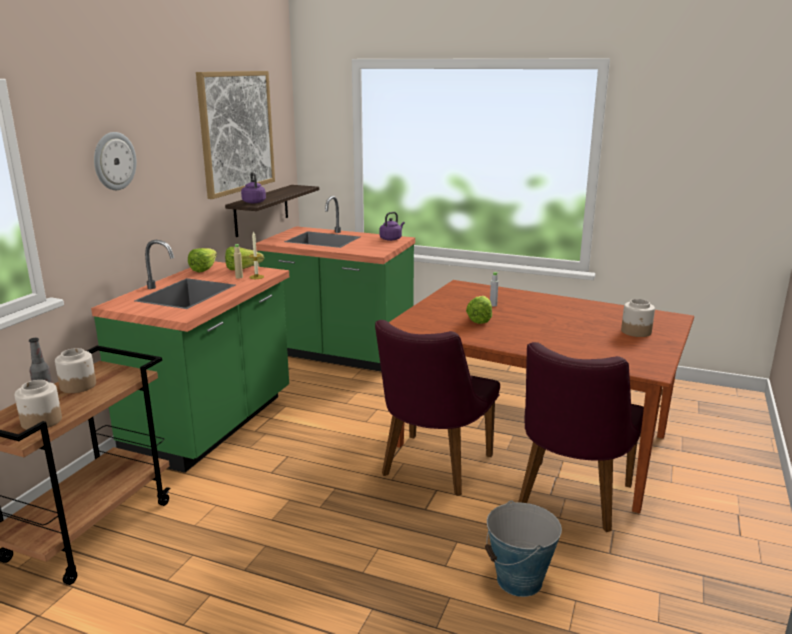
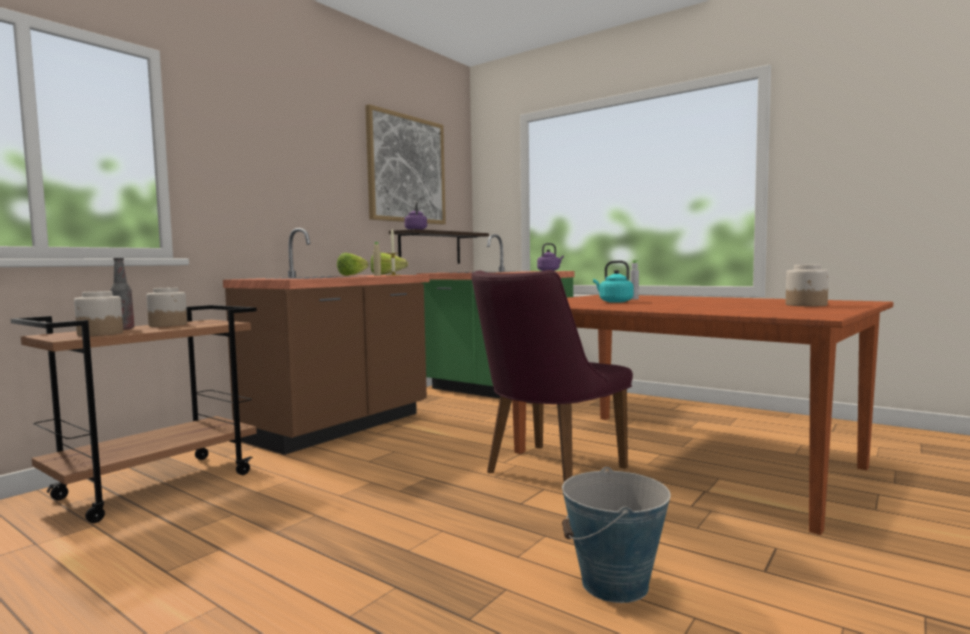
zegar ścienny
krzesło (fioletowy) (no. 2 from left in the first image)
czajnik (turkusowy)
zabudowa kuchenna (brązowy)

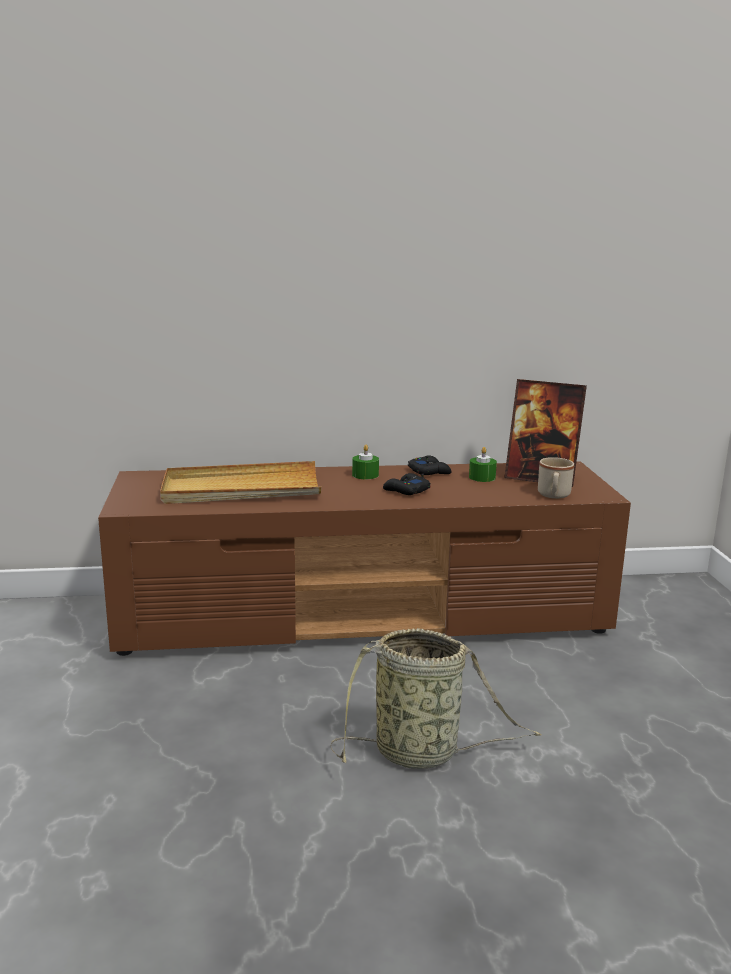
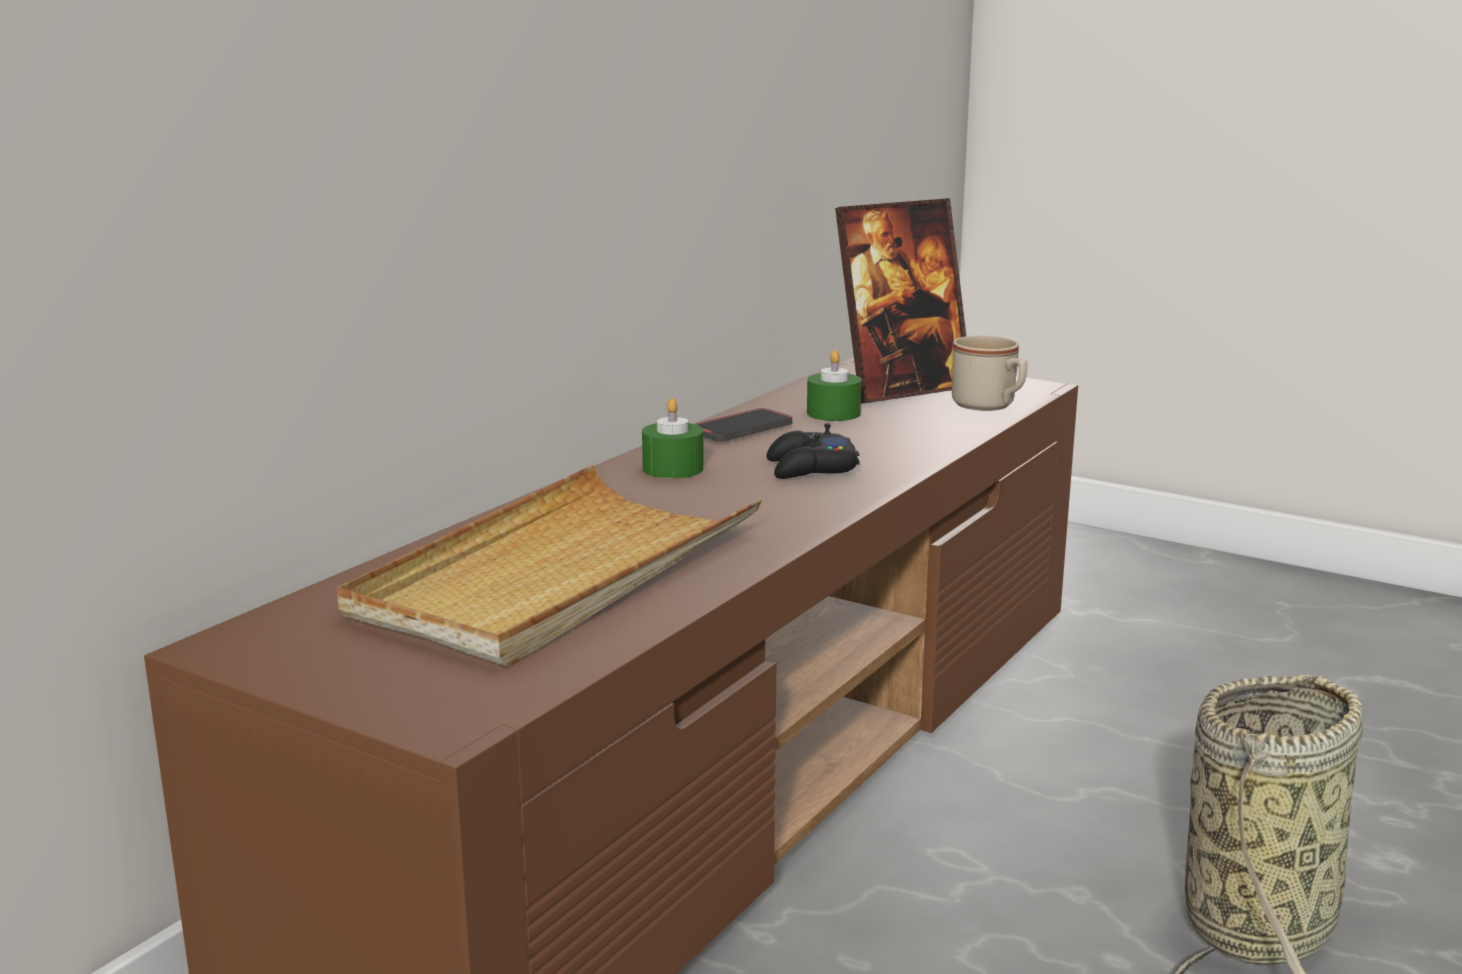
telefon

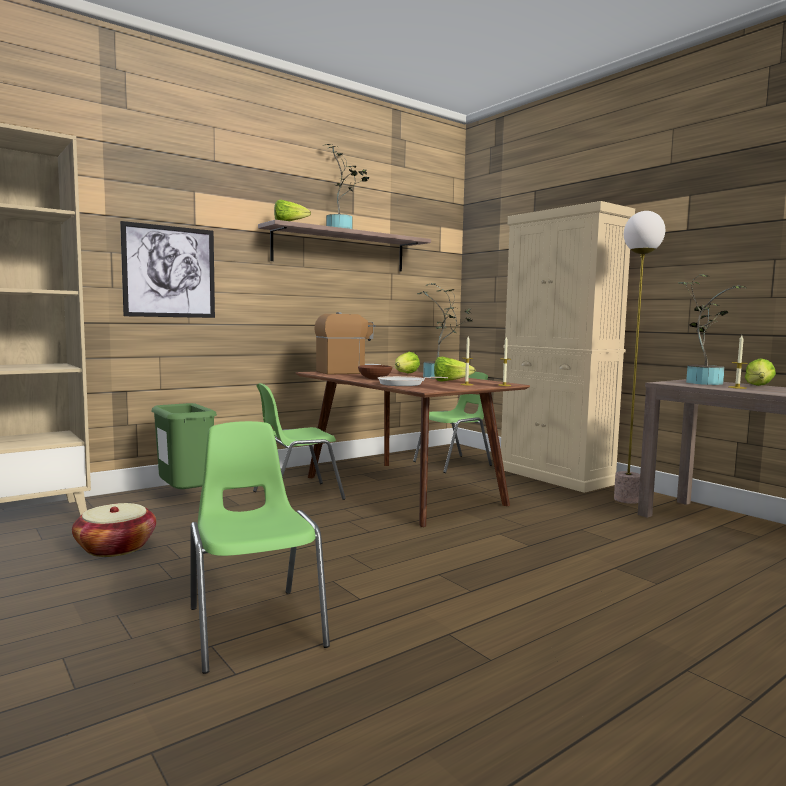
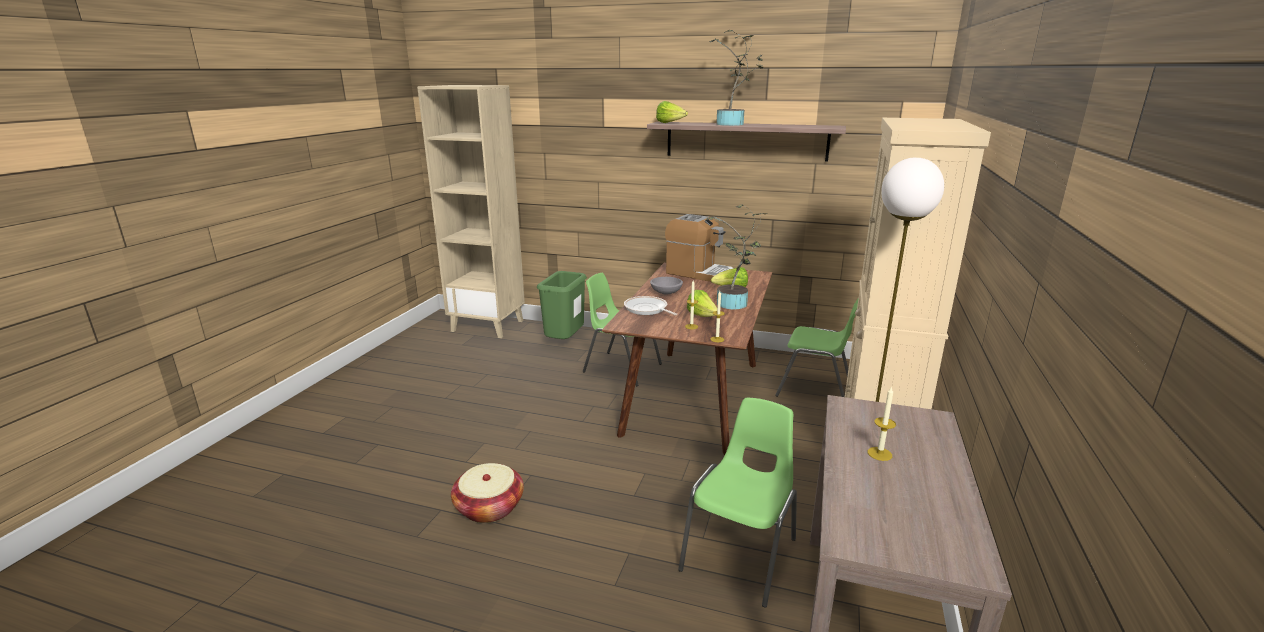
obraz
roślina doniczkowa (no. 3 from left in the first image)
sałata (no. 4 from left in the first image)
koszyk
krzesło (zielony) (no. 2 from left)
miska (szary)

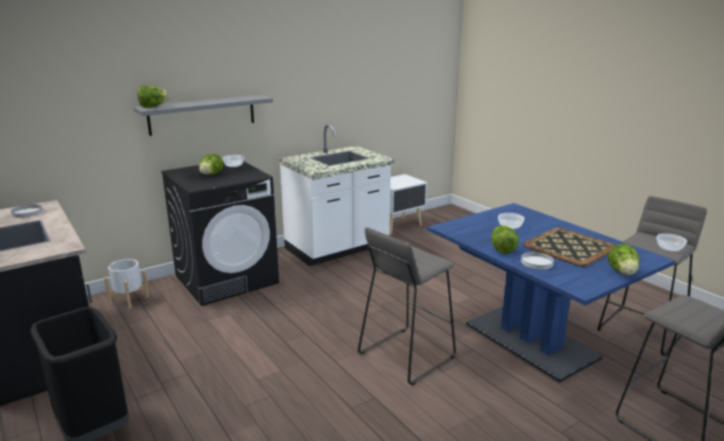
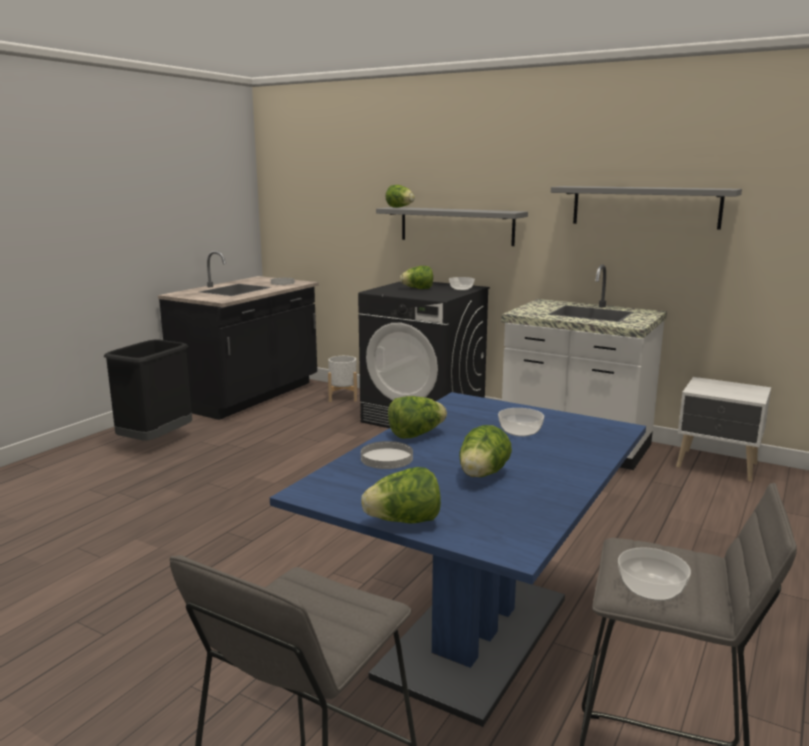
stołek (szary) (no. 1 from left in the first image)
półka (szary) (no. 2 from left)
sałata (no. 5 from left)

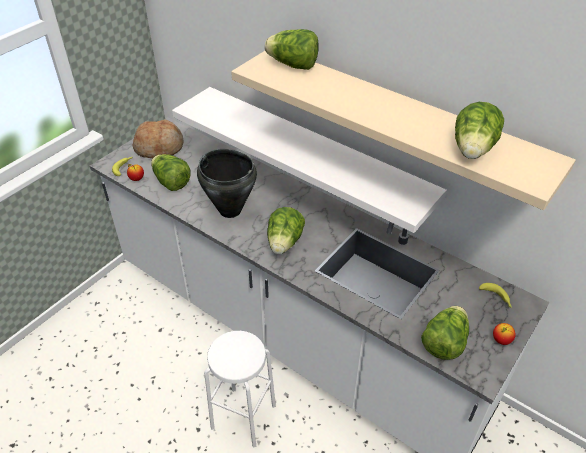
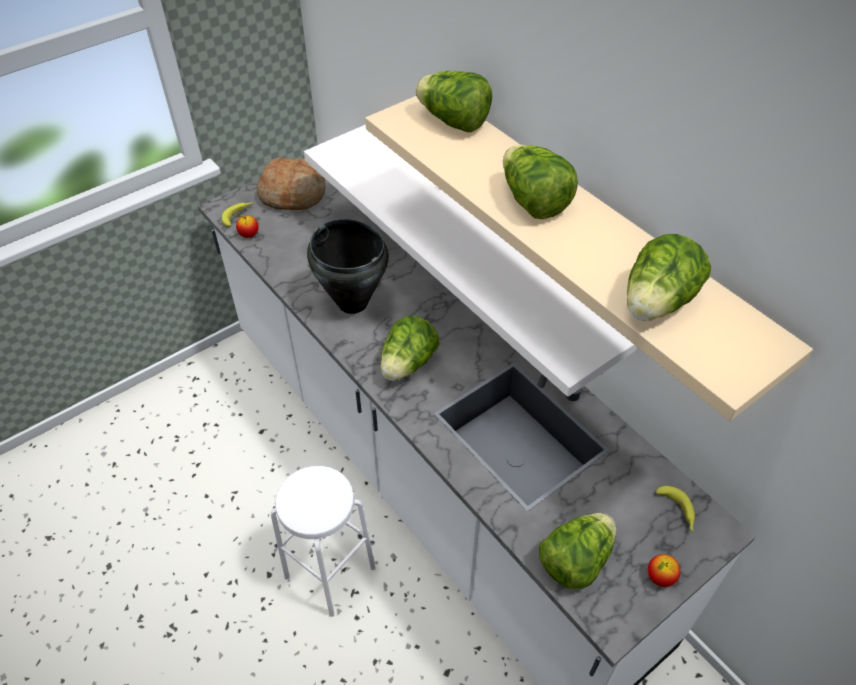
sałata (no. 3 from left)

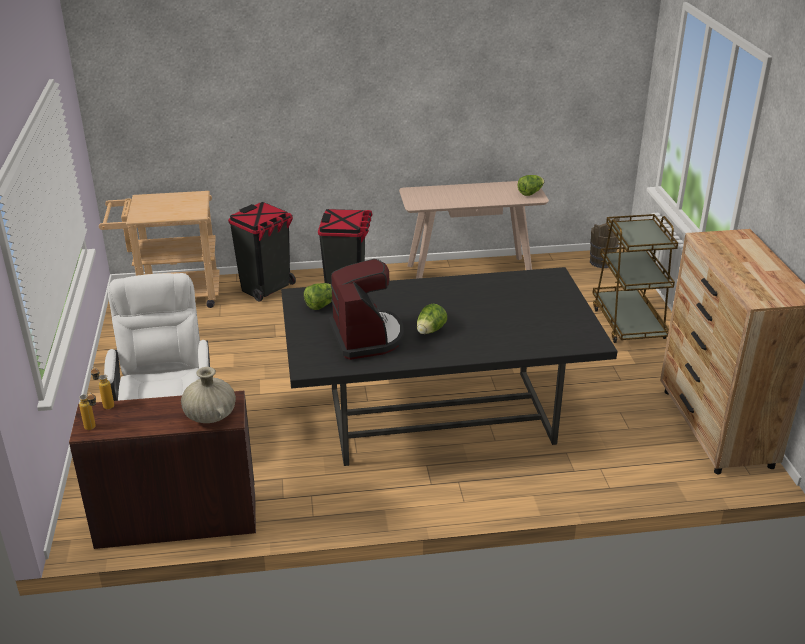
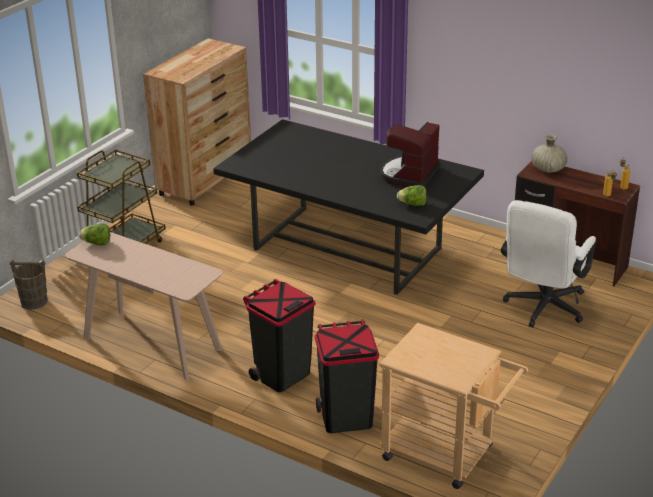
sałata (no. 2 from left in the first image)

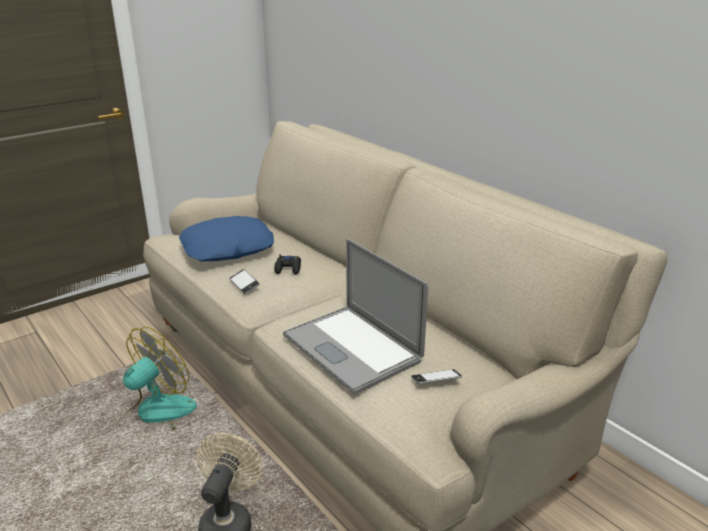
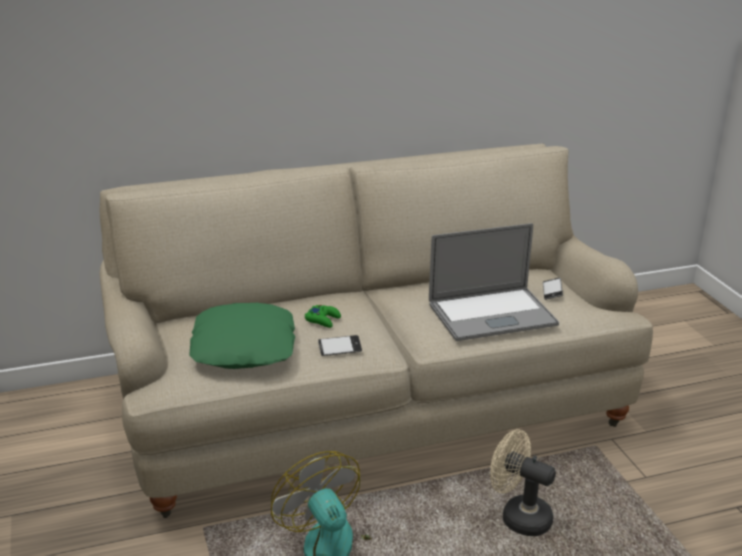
poduszka (zielony)
pad do gier (zielony)

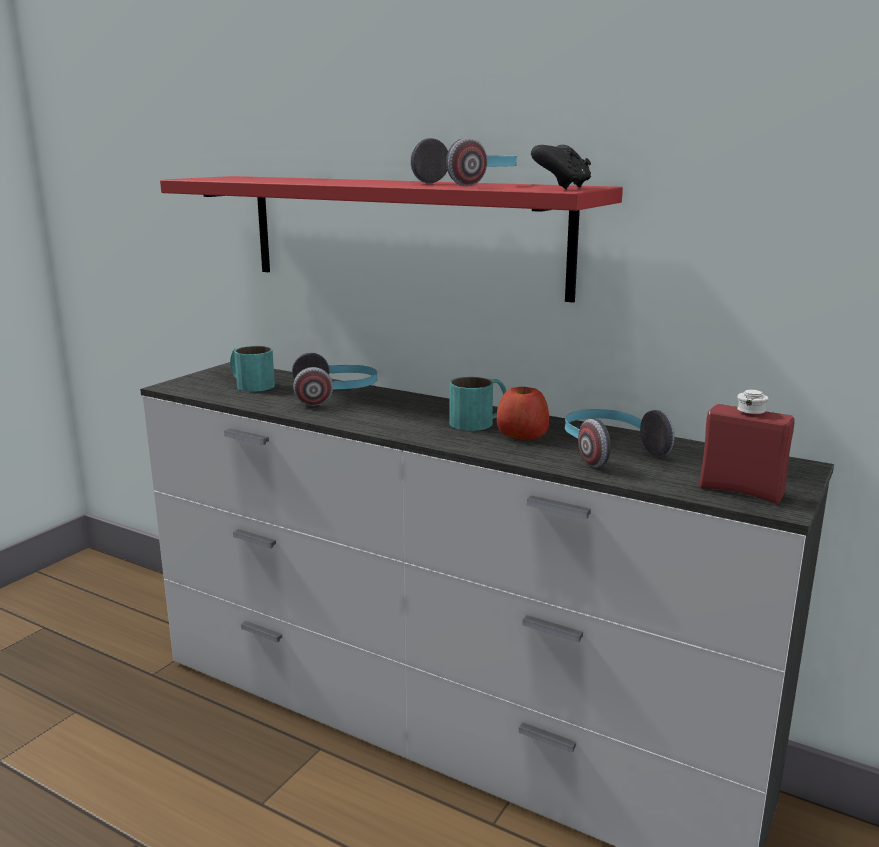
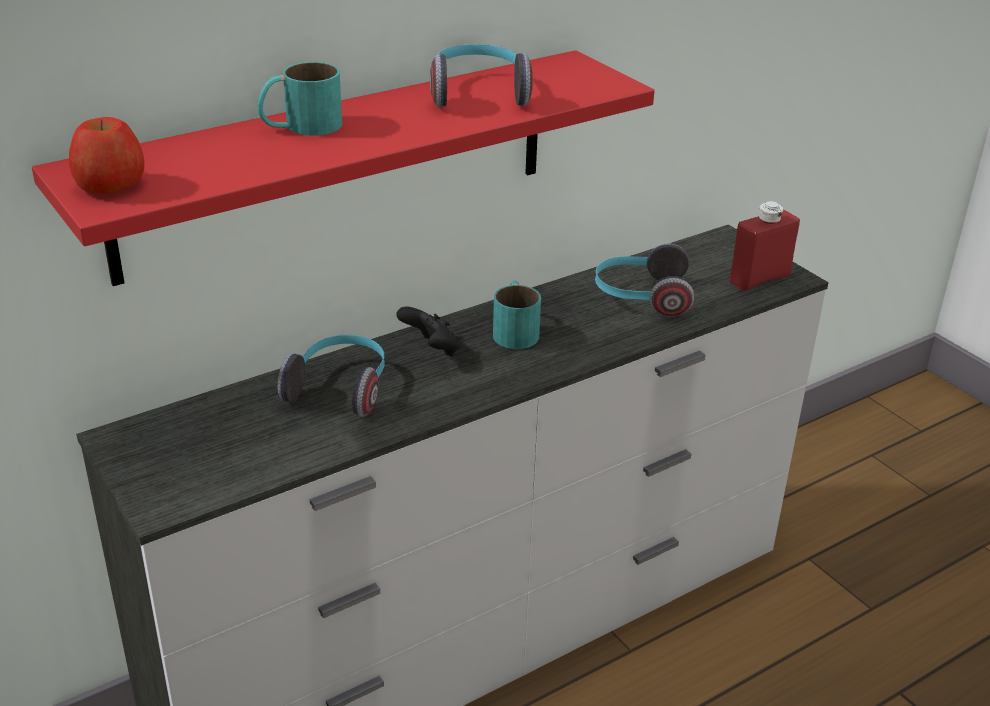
kubek (turkusowy) (no. 1 from left)
jabłko
pad do gier (czarny)

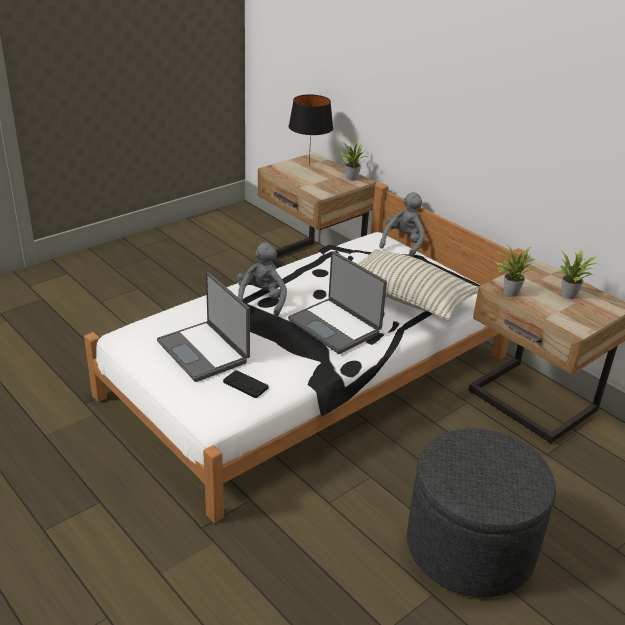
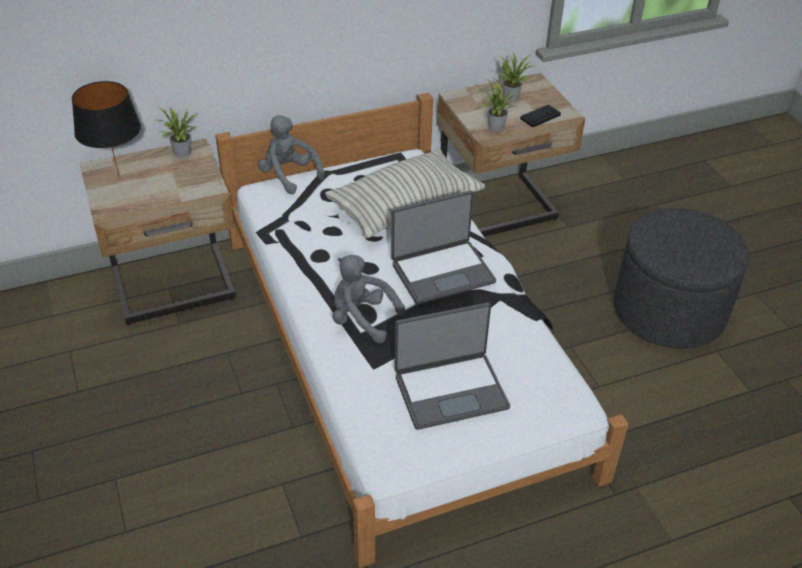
pad do gier (czarny)

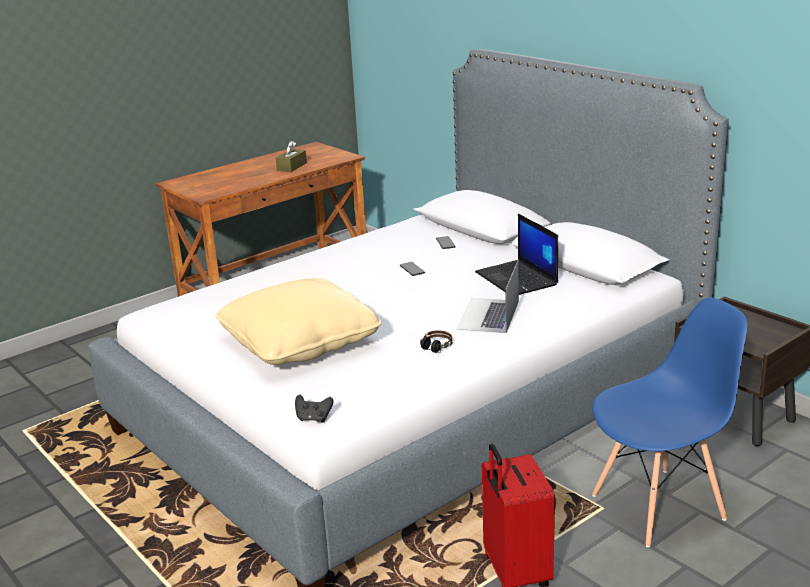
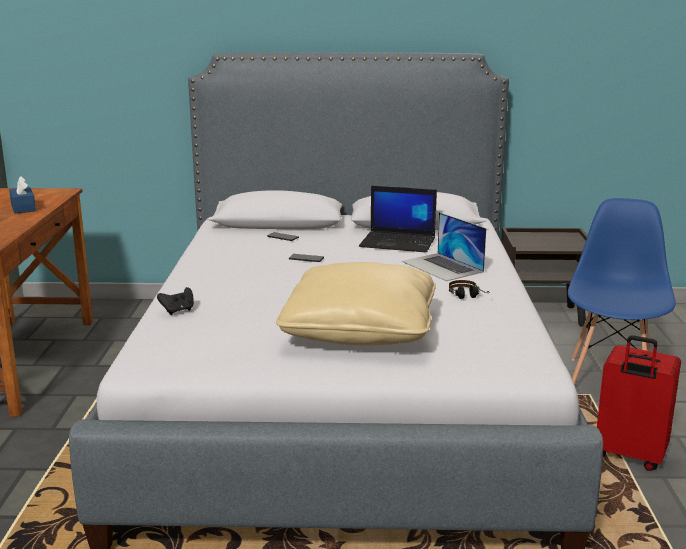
pad do gier (czarny)
pudełko chusteczek (niebieski)

